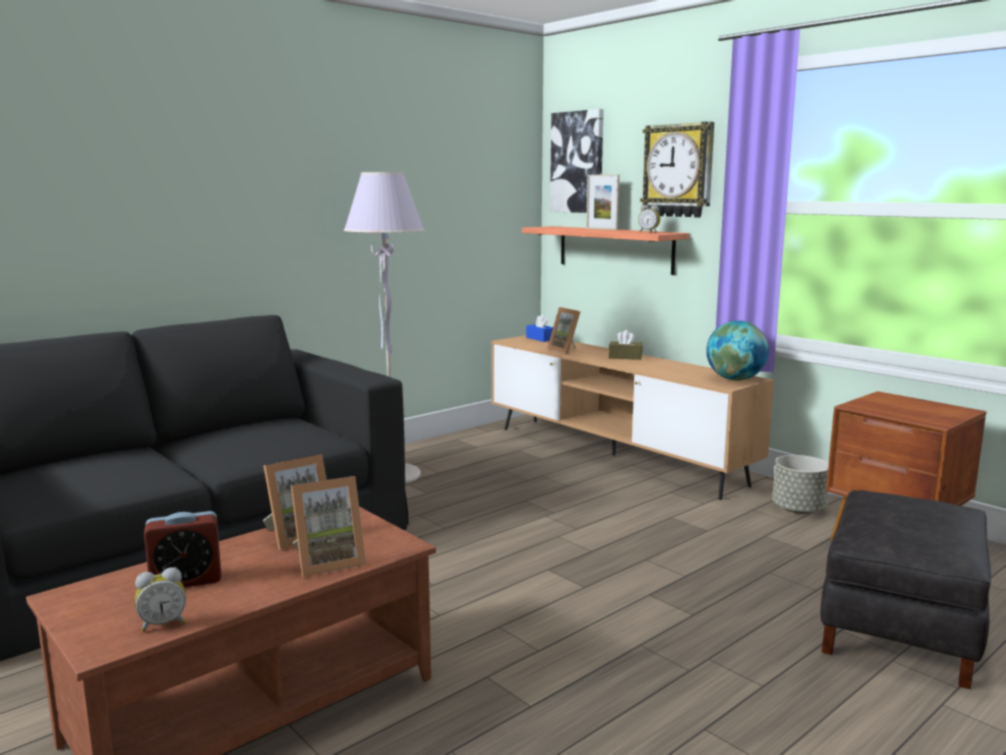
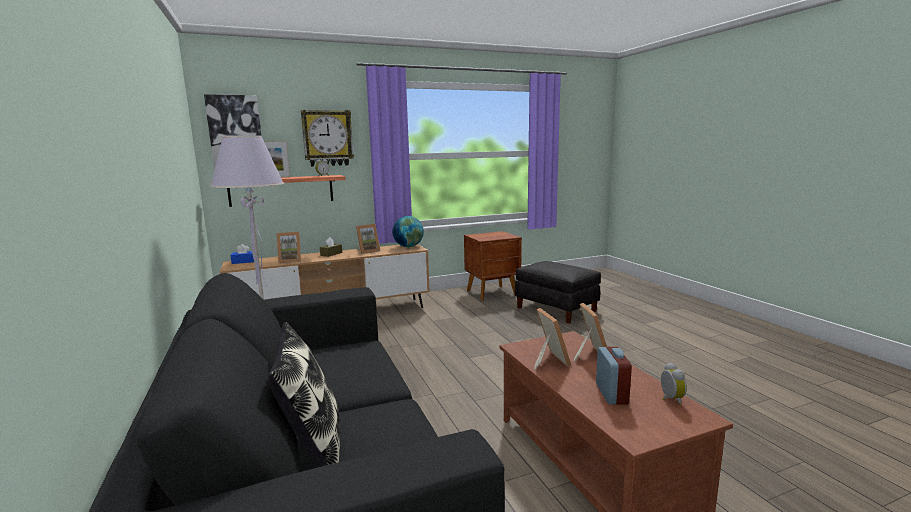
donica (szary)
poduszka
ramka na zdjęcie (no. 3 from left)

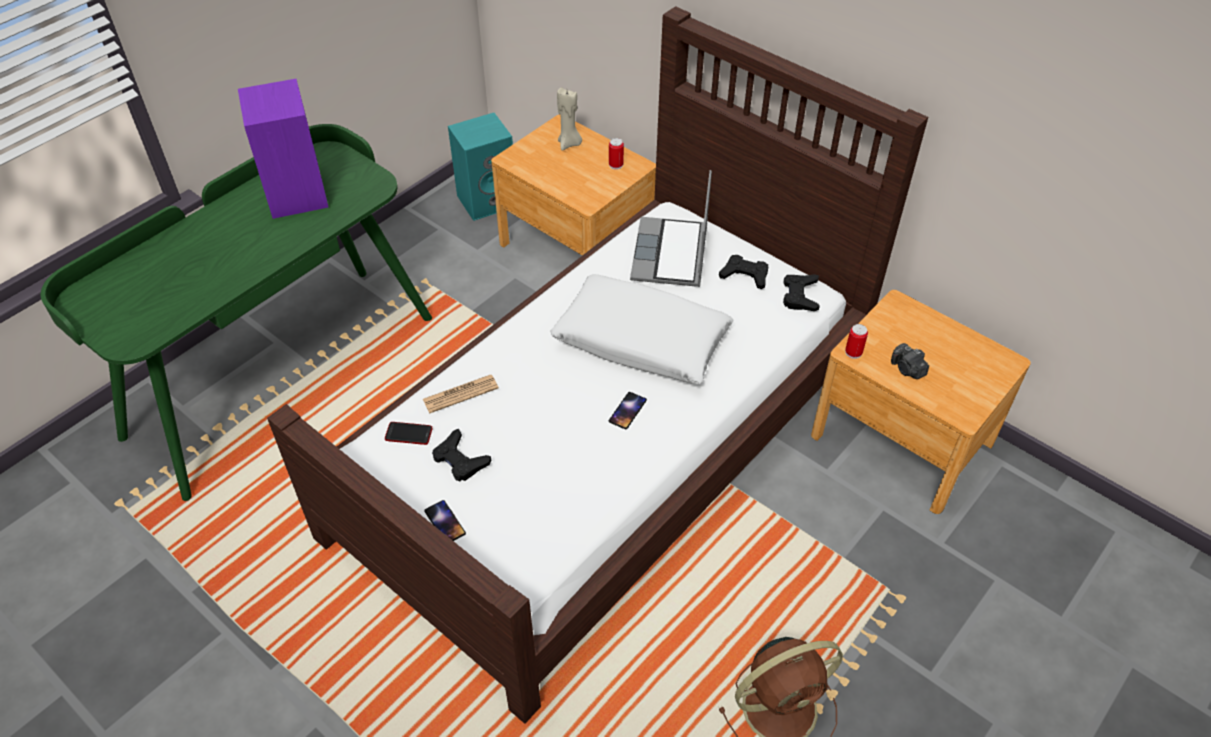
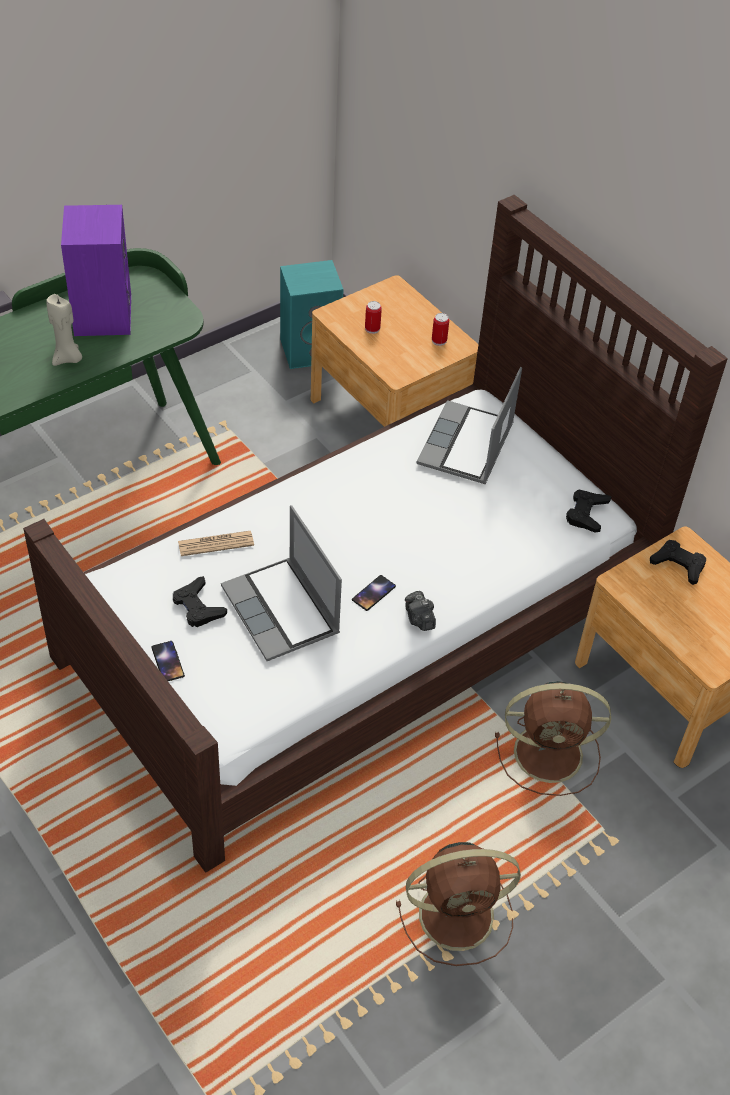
telefon (no. 1 from left in the first image)
poduszka (biały)
laptop (no. 1 from left)
wentylator (brązowy) (no. 2 from left)
świeca (beżowy)
pad do gier (czarny) (no. 3 from left)
puszka (no. 1 from left)
aparat fotograficzny

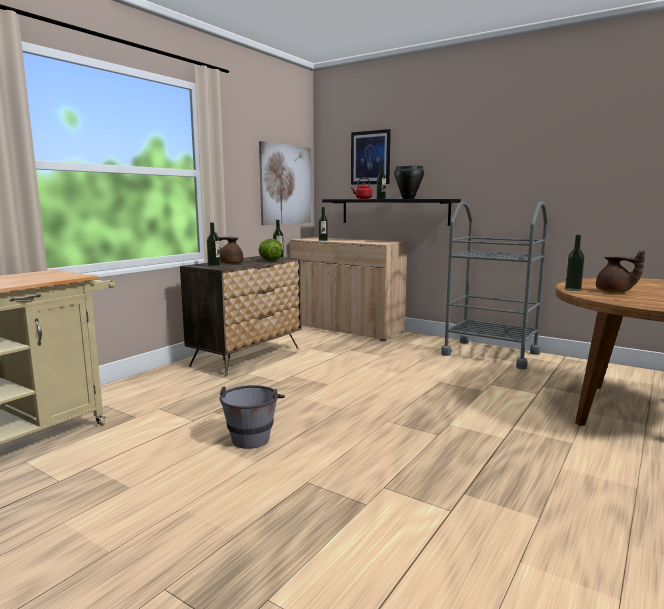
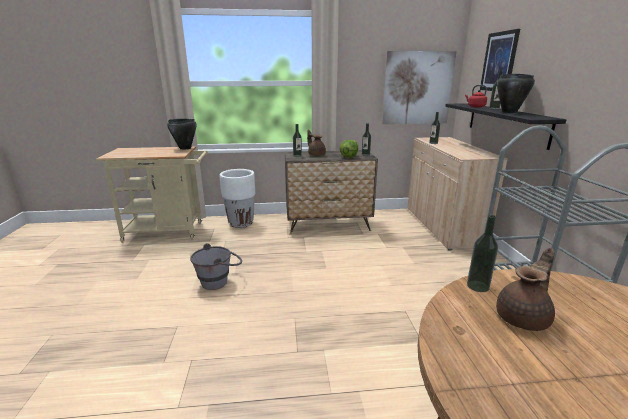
garnek (czarny) (no. 1 from left)
donica (biały)
imbryk (brązowy) (no. 2 from left)

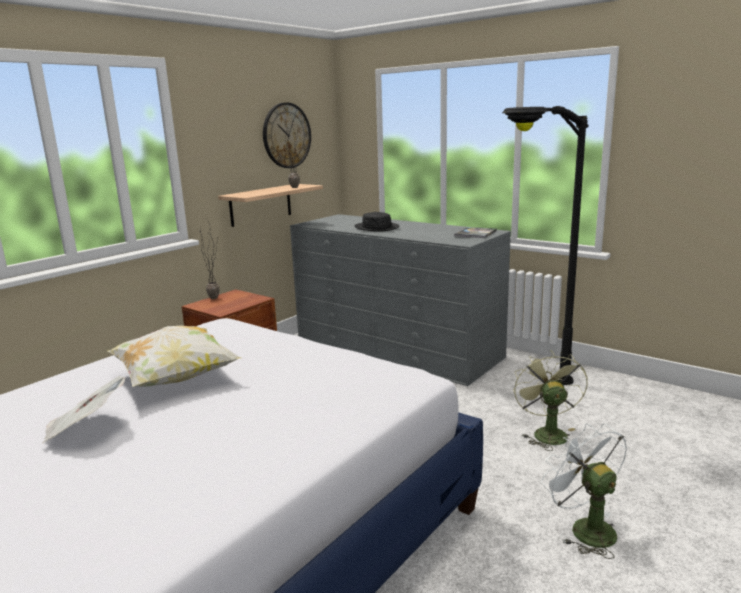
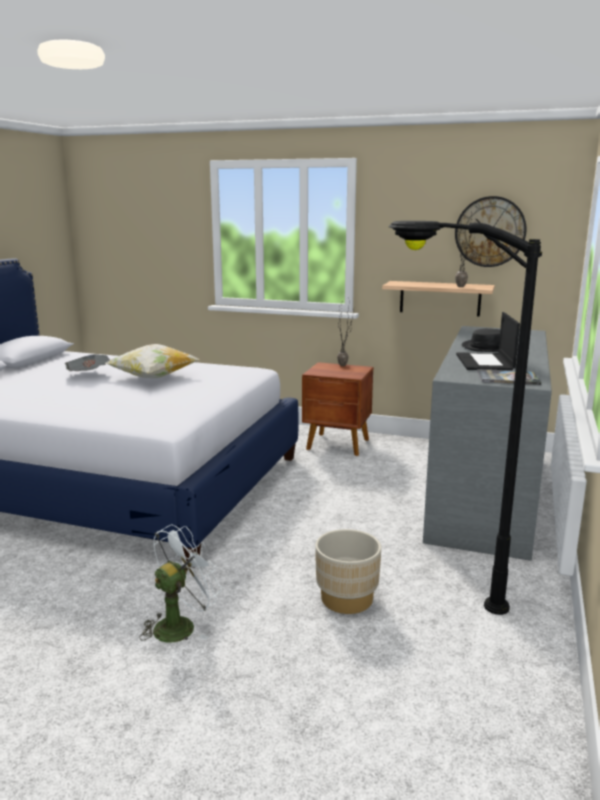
laptop
donica (beżowy)

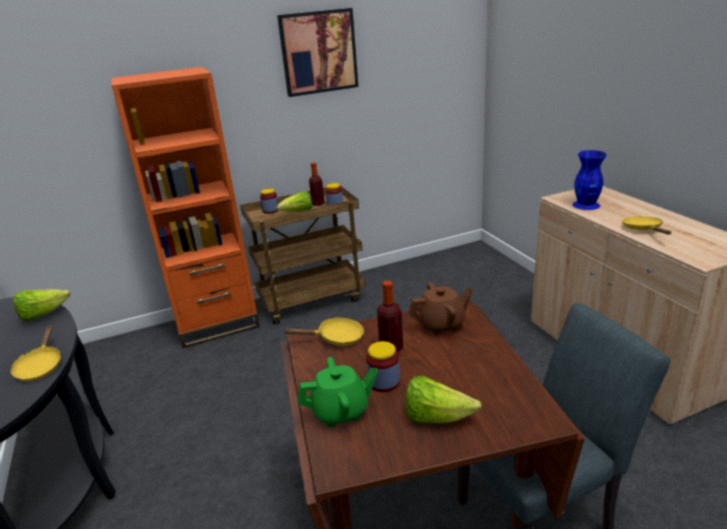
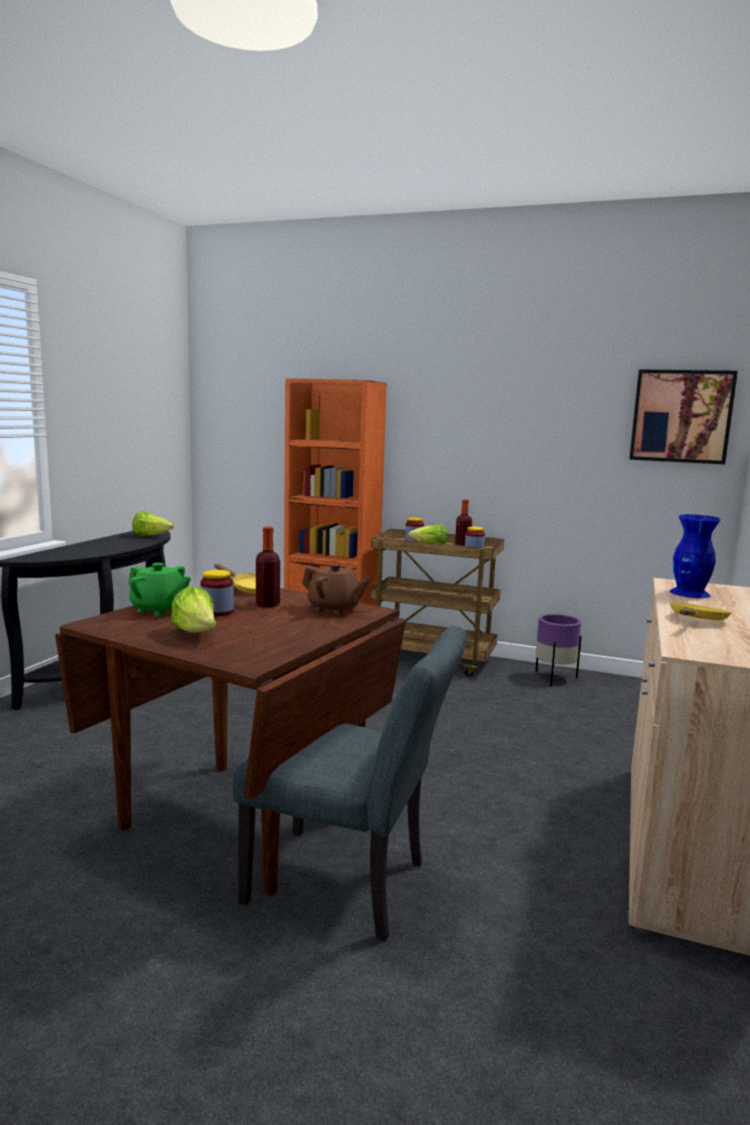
patelnia (żółty) (no. 1 from left in the first image)
donica (fioletowy)
obraz

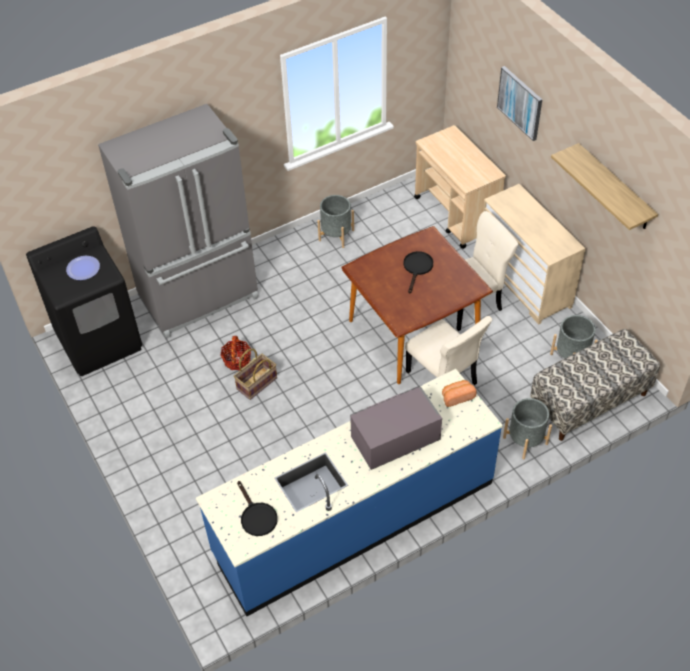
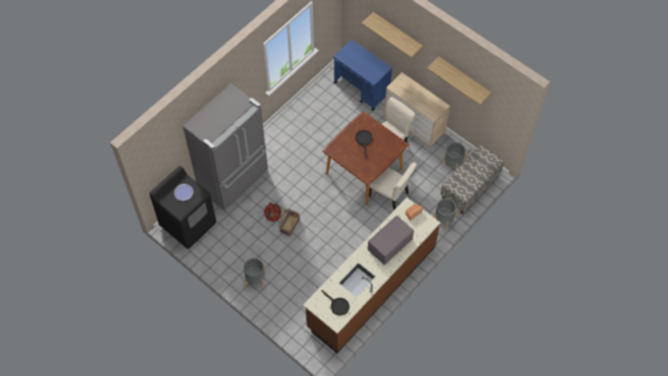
donica (szary) (no. 1 from left)
półka (no. 1 from left)
zabudowa kuchenna (brązowy)
wózek (niebieski)

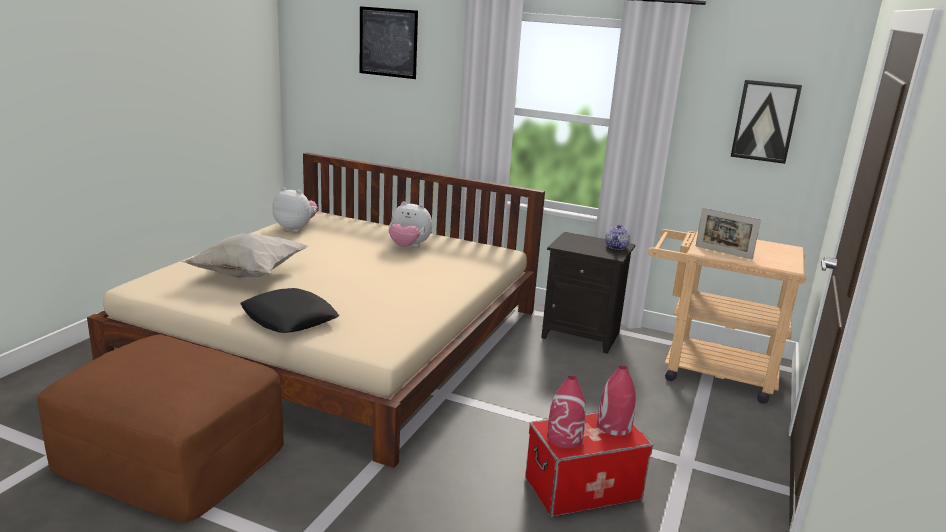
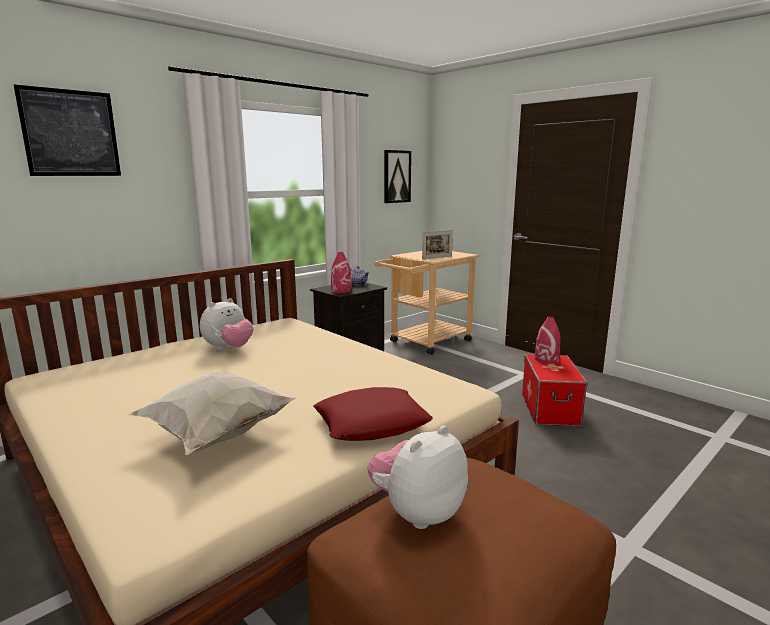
pluszak (no. 2 from left)
wazon (czerwony) (no. 1 from left)
poduszka (czerwony)

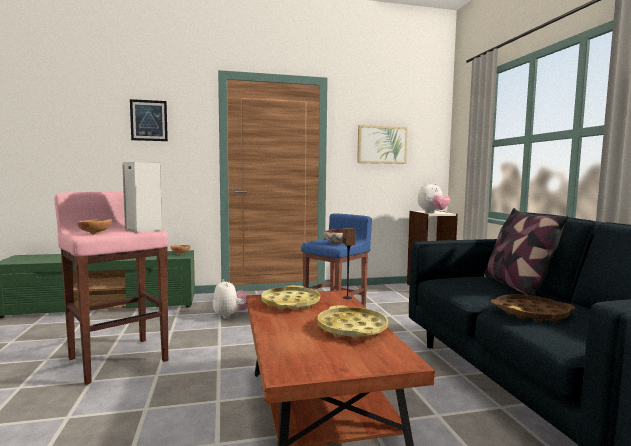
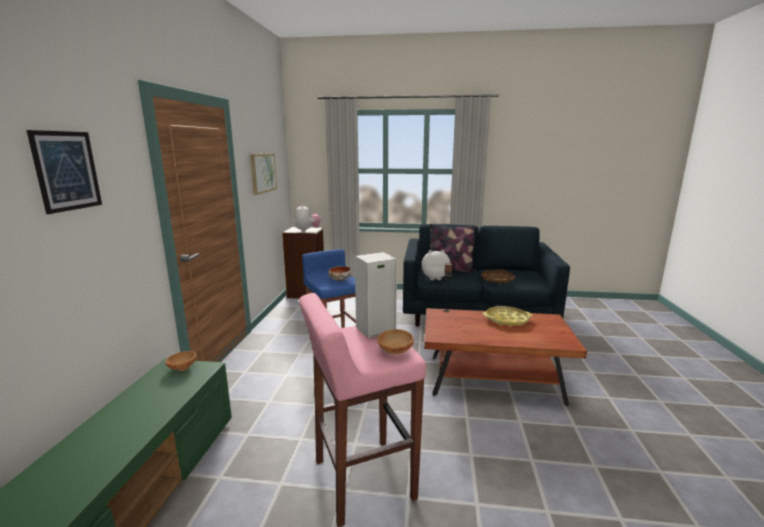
taca (żółty) (no. 1 from left in the first image)
pluszak (no. 2 from left)

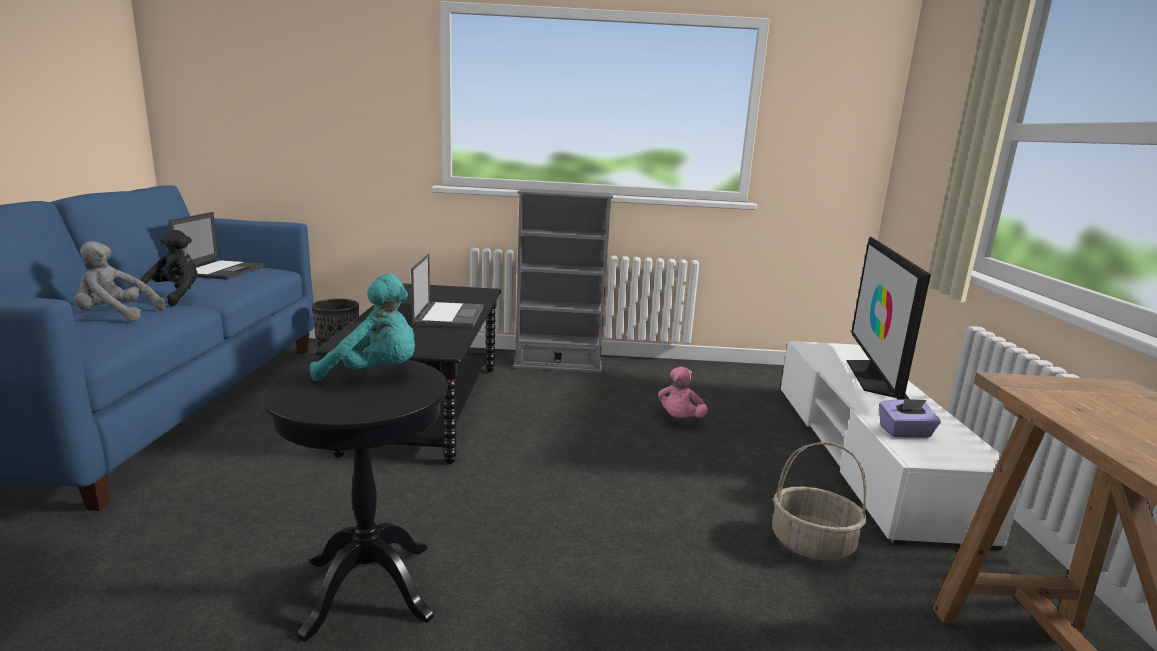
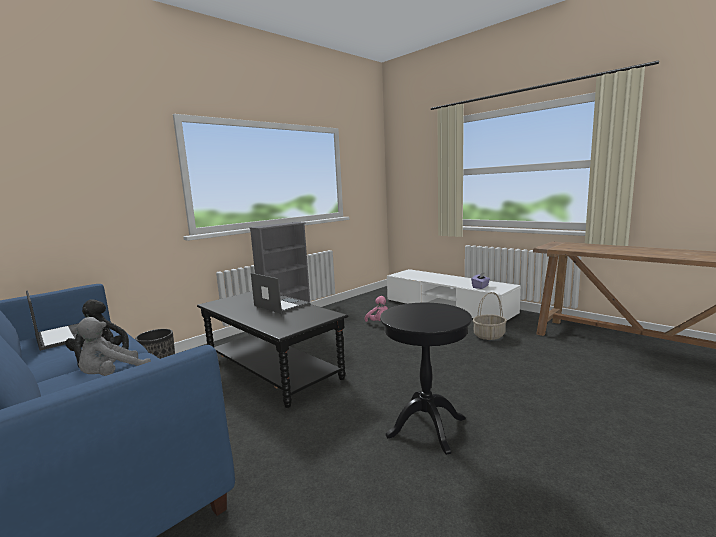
pluszak (turkusowy)
telewizor

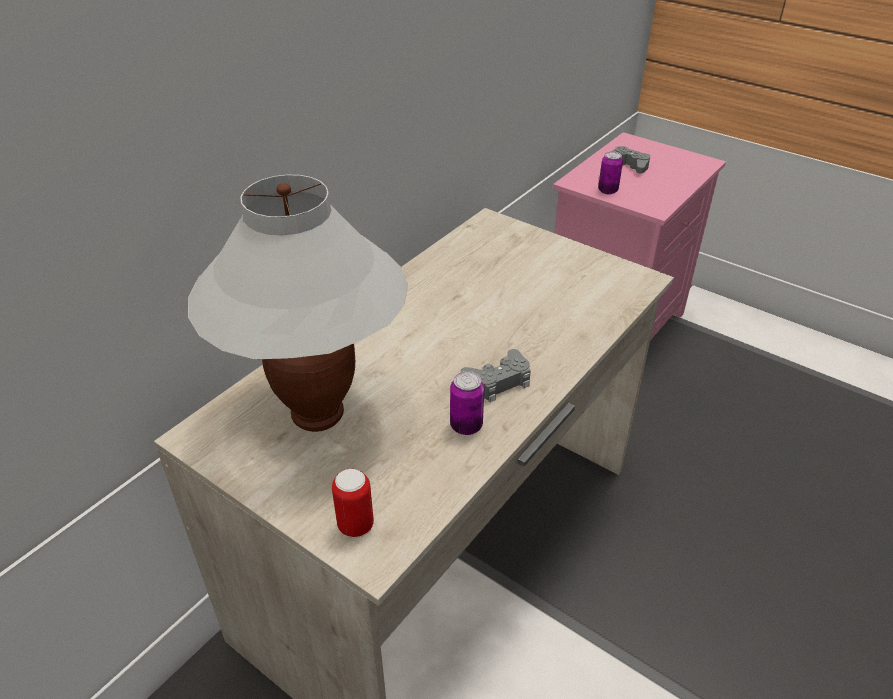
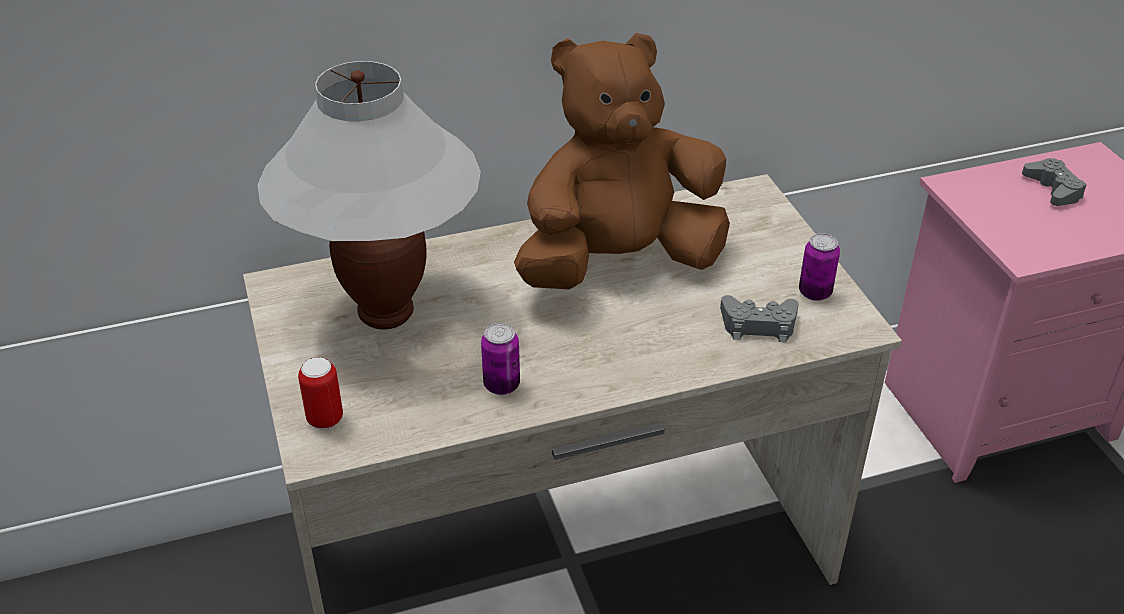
pluszak (brązowy)
pad do gier (szary) (no. 1 from left)
puszka (no. 3 from left)

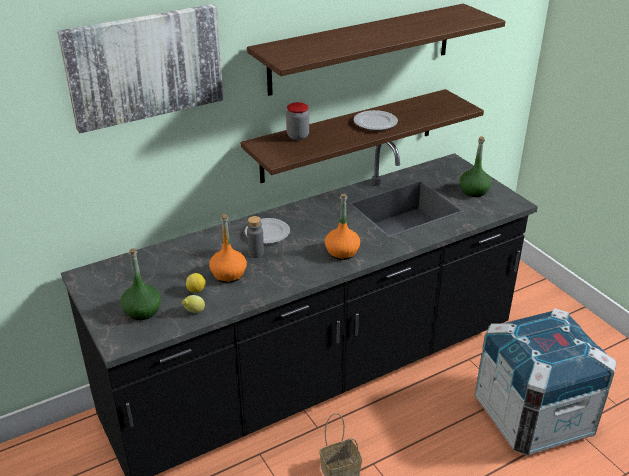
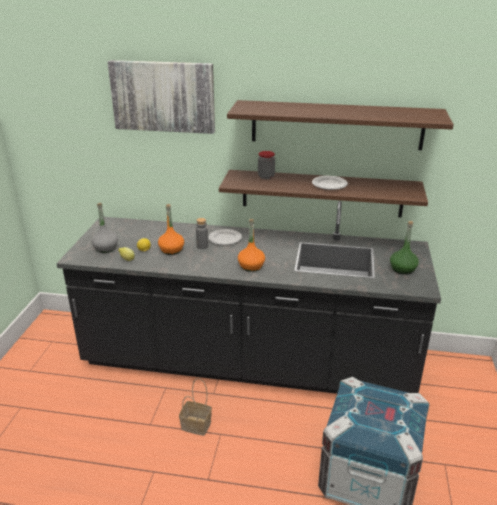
butelka (szary) (no. 1 from left)

